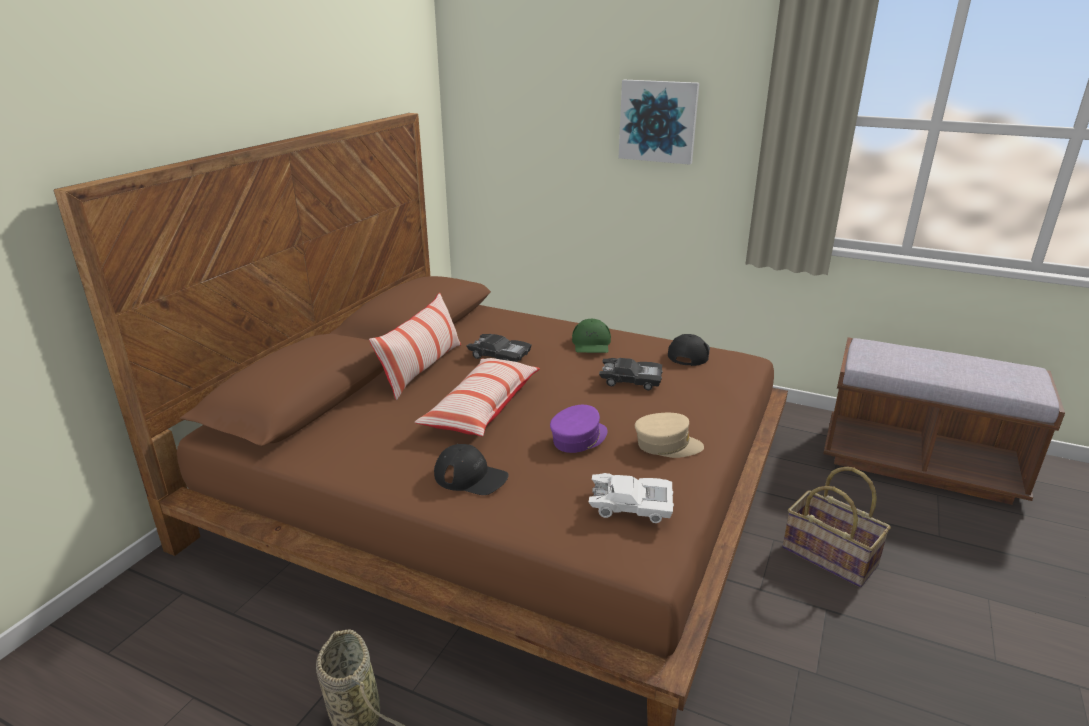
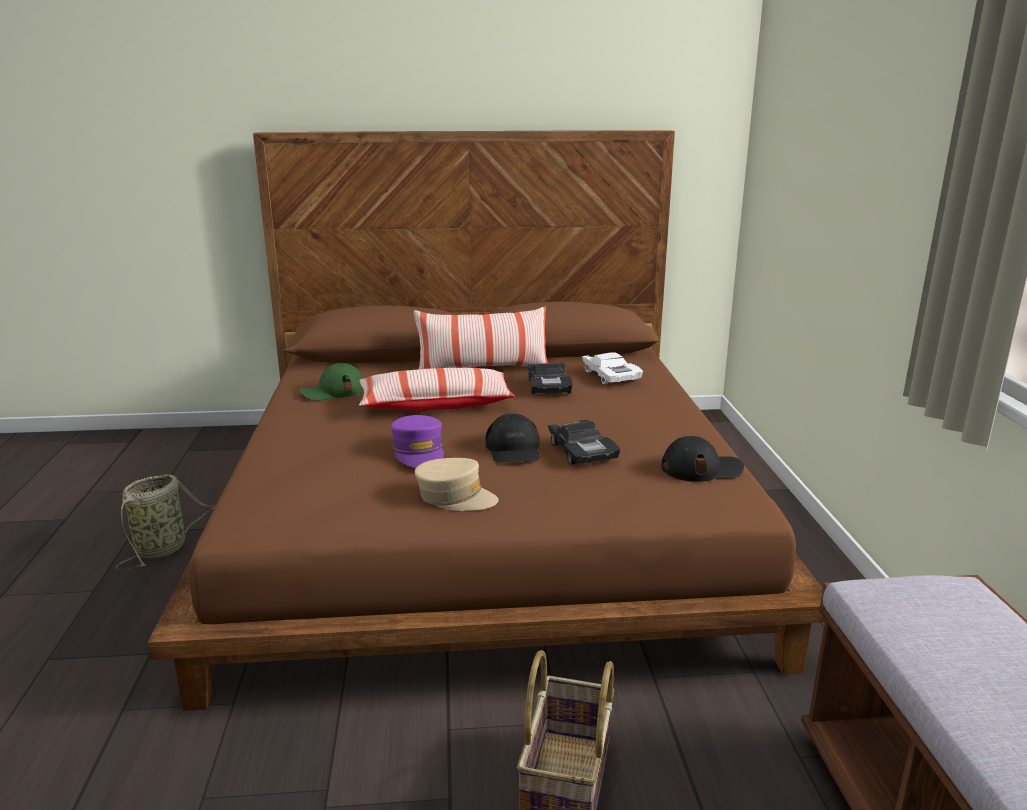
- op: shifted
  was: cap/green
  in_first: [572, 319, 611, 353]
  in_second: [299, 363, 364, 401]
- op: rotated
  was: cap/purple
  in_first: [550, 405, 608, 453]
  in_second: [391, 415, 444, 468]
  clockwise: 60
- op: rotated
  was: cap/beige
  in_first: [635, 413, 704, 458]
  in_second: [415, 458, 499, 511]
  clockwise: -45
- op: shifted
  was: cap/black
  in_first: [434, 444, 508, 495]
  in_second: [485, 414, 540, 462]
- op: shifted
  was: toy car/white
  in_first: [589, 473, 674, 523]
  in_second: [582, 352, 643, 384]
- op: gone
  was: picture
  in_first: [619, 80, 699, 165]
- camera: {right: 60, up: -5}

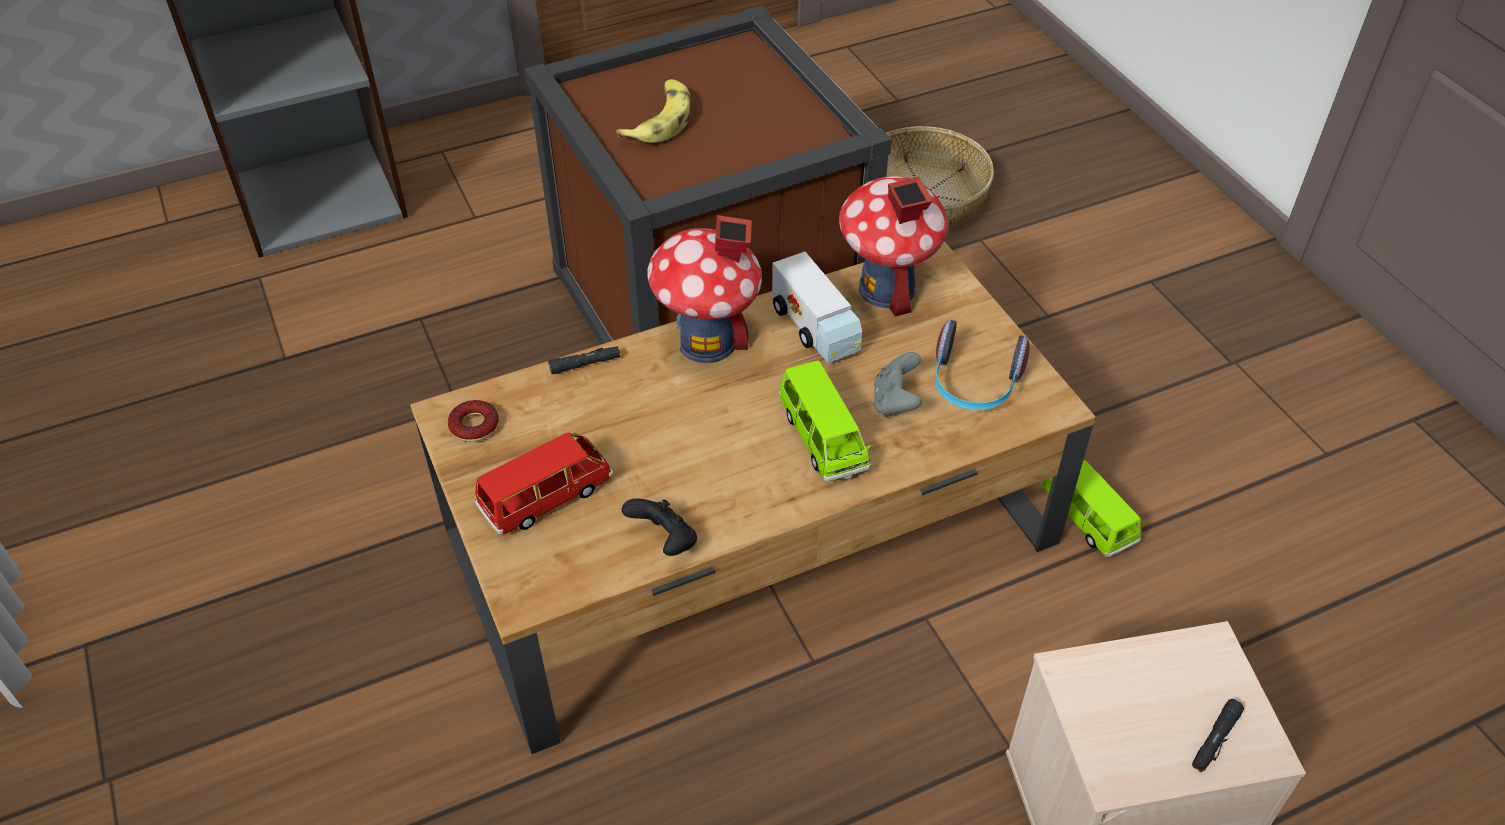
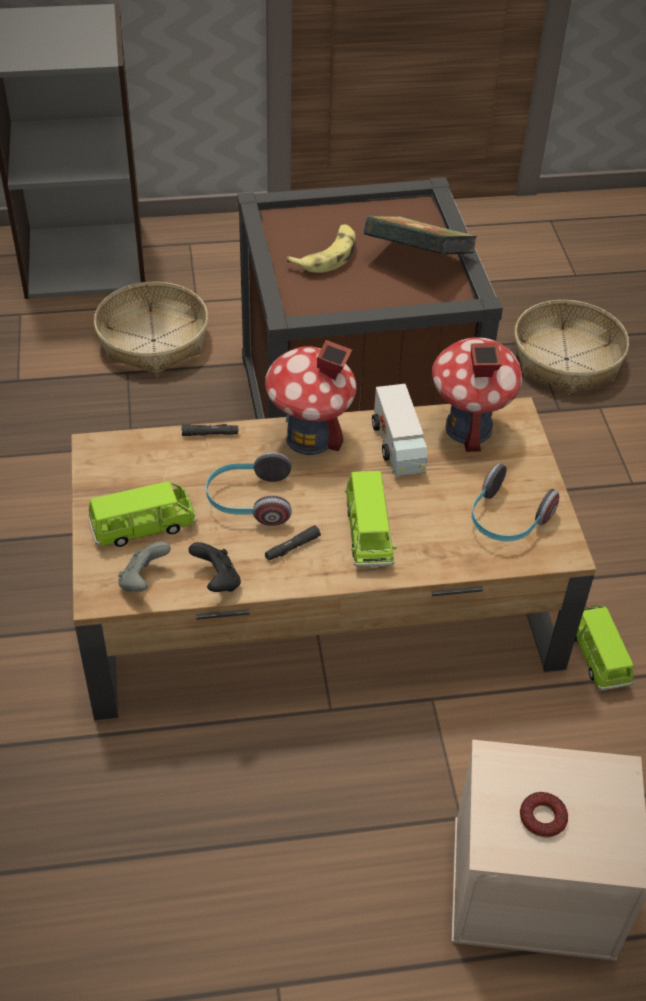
- op: repainted
  was: toy car/red
  now: toy car/green
  in_first: [475, 433, 613, 535]
  in_second: [88, 481, 197, 547]
- op: new
  now: basket
  in_second: [94, 282, 208, 375]
- op: shifted
  was: game controller/grey
  in_first: [874, 352, 922, 417]
  in_second: [118, 541, 171, 592]
- op: new
  now: headphones
  in_second: [206, 452, 292, 526]
- op: shifted
  was: flashlight/black
  in_first: [1192, 699, 1244, 772]
  in_second: [265, 525, 321, 561]
- op: new
  now: book
  in_second: [364, 215, 477, 254]
- op: shifted
  was: donut
  in_first: [448, 400, 499, 442]
  in_second: [520, 792, 568, 838]
- camera: {right: 15, up: 0}

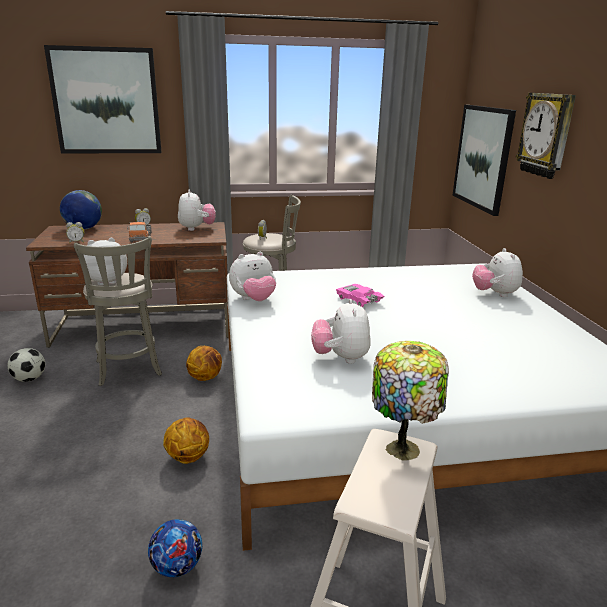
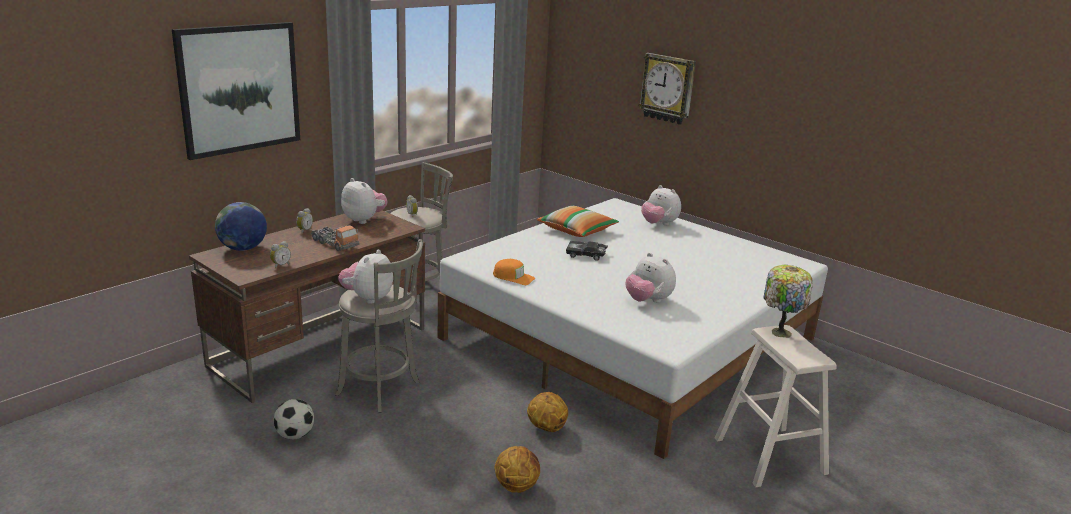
- op: swapped
  was: plush toy
  now: cap/orange
  in_first: [229, 252, 276, 301]
  in_second: [493, 259, 535, 285]
- op: shifted
  was: basketball
  in_first: [186, 346, 222, 381]
  in_second: [494, 446, 540, 493]
- op: new
  now: pillow
  in_second: [537, 206, 619, 237]
- op: repainted
  was: toy car/pink
  now: toy car/black
  in_first: [336, 284, 384, 307]
  in_second: [566, 241, 608, 261]
- op: gone
  was: football
  in_first: [148, 519, 202, 577]
- op: gone
  was: picture
  in_first: [453, 105, 516, 216]
- camera: {right: -40, up: 0}

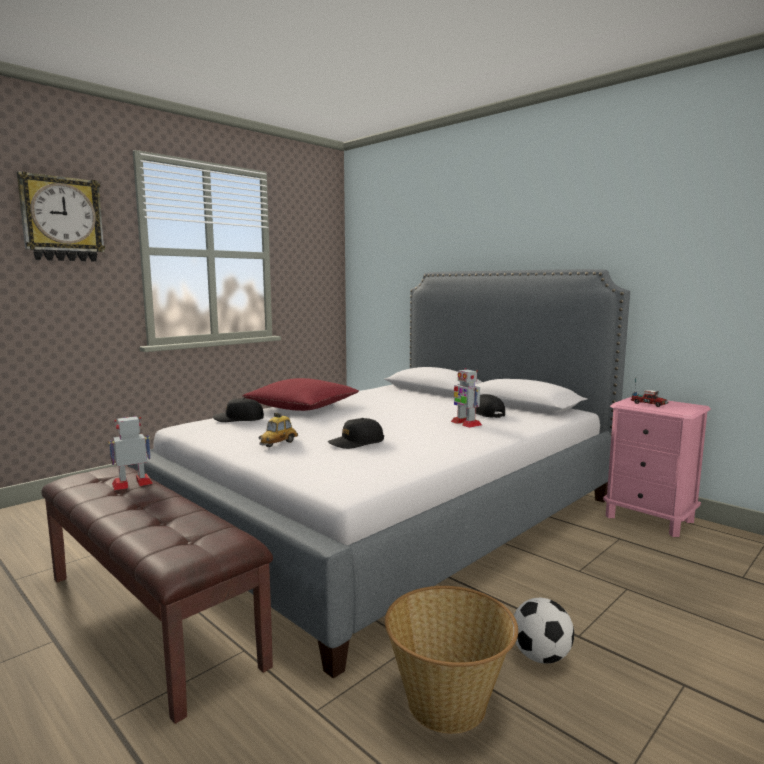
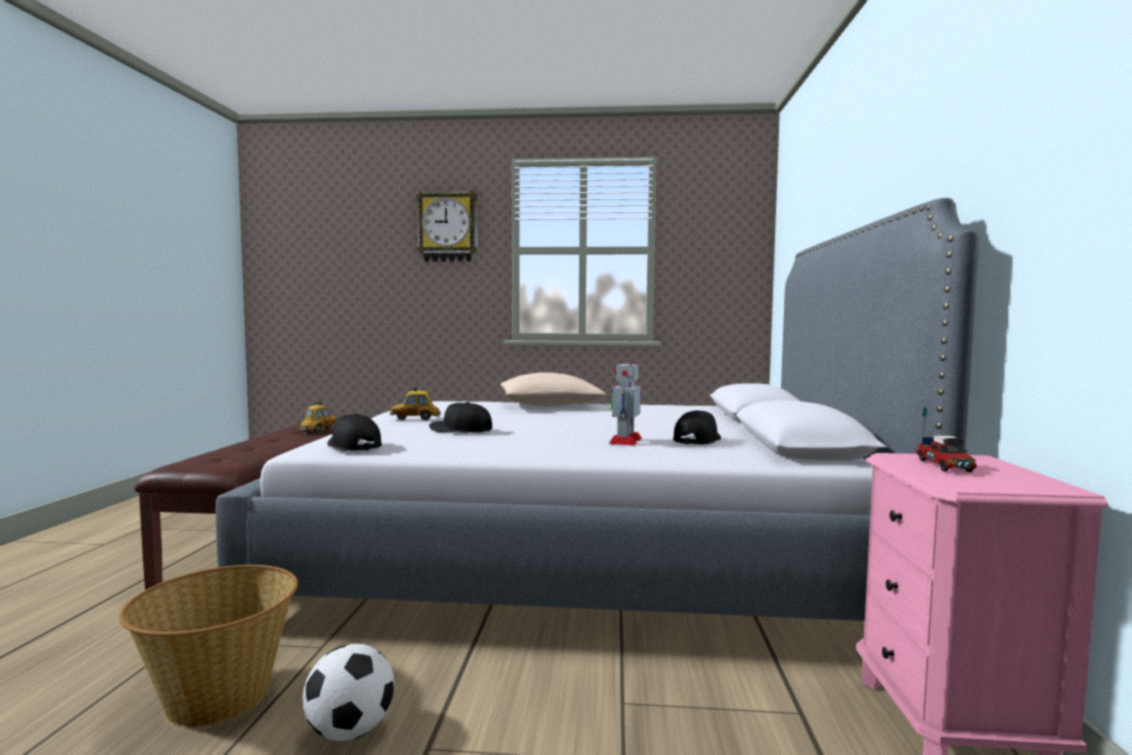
- op: swapped
  was: toy robot
  now: toy car
  in_first: [108, 416, 153, 490]
  in_second: [299, 401, 338, 433]
- op: shifted
  was: cap/black
  in_first: [213, 398, 264, 422]
  in_second: [327, 414, 382, 451]
- op: repainted
  was: pillow/red
  now: pillow/beige
  in_first: [243, 378, 359, 411]
  in_second: [500, 372, 606, 407]
- camera: {right: 50, up: -5}

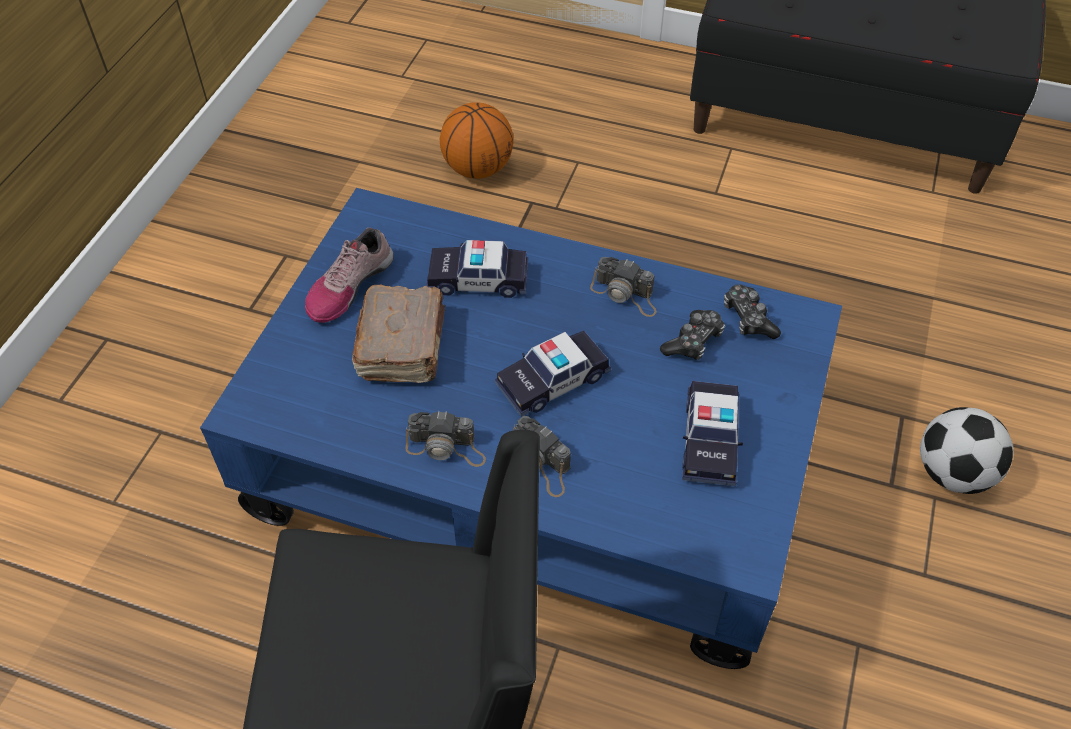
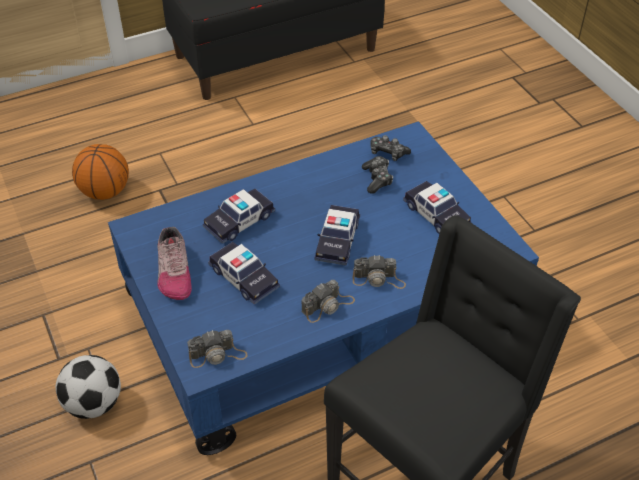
- op: shifted
  was: football
  in_first: [920, 407, 1013, 494]
  in_second: [56, 355, 121, 419]
- op: shifted
  was: photo camera
  in_first: [590, 257, 657, 317]
  in_second: [187, 330, 248, 368]
- op: swapped
  was: book/brown
  now: toy car
  in_first: [352, 284, 445, 383]
  in_second: [208, 242, 280, 304]
- camera: {right: -45, up: -5}

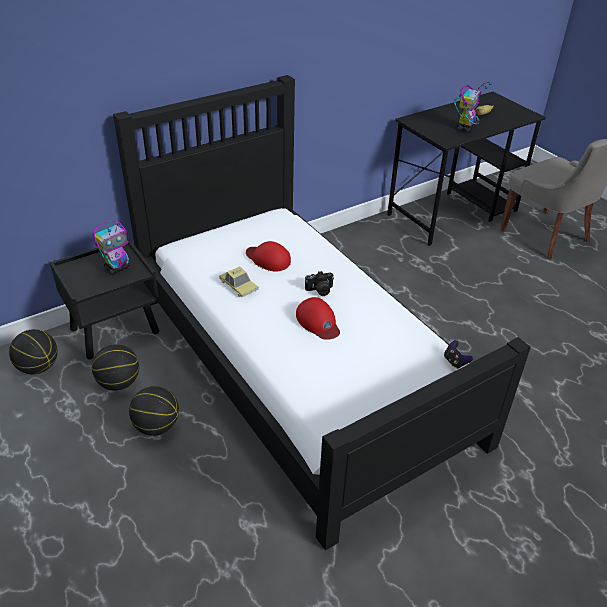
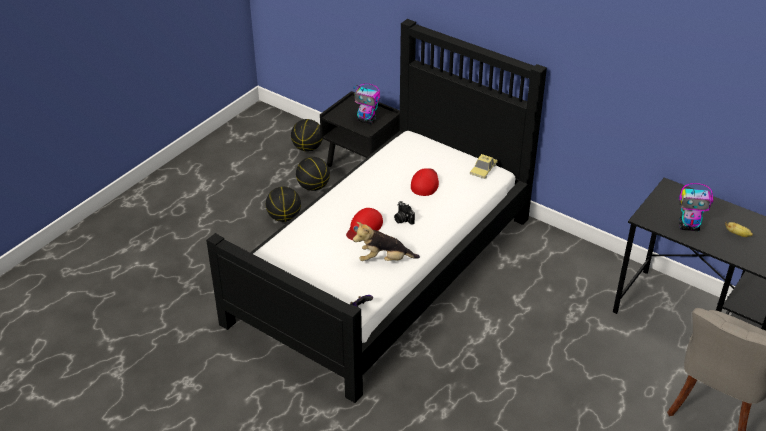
- op: new
  now: plush toy
  in_second: [353, 222, 420, 261]
- op: shifted
  was: toy car
  in_first: [219, 266, 258, 297]
  in_second: [470, 154, 498, 179]
- camera: {right: 70, up: 0}

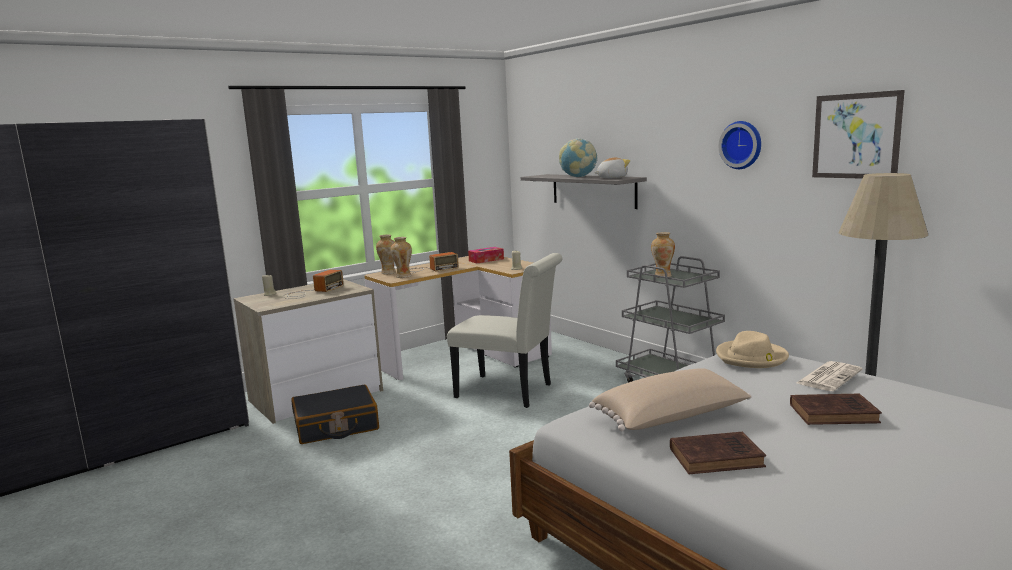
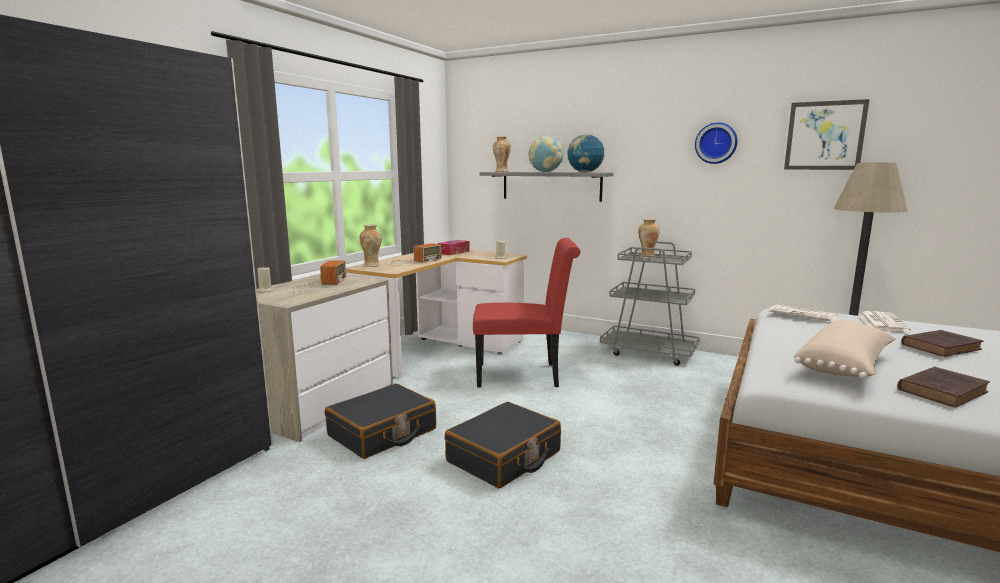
- op: new
  now: suitcase/black
  in_second: [445, 402, 561, 488]
- op: repainted
  was: chair/white
  now: chair/red
  in_first: [447, 253, 562, 408]
  in_second: [473, 238, 580, 388]
- op: shifted
  was: vase
  in_first: [390, 237, 412, 278]
  in_second: [493, 137, 511, 172]
- op: swapped
  was: plush toy
  now: globe
  in_first: [594, 157, 630, 178]
  in_second: [567, 134, 604, 173]
- op: swapped
  was: hat/beige
  now: newspaper
  in_first: [716, 331, 789, 368]
  in_second: [769, 305, 837, 321]
- camera: {right: -25, up: 0}

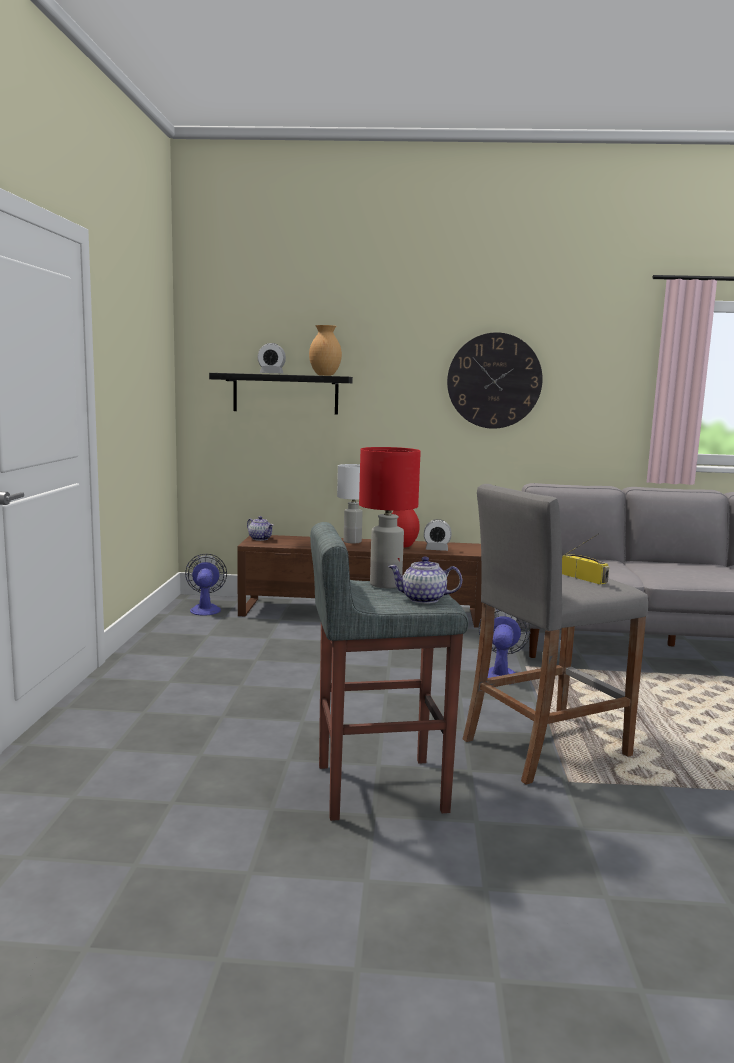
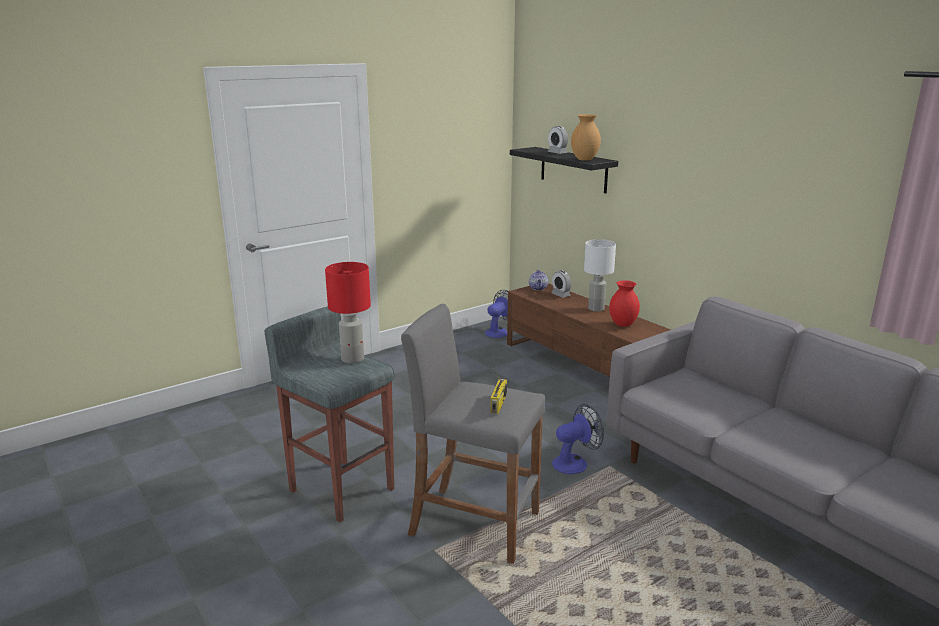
- op: shifted
  was: alarm clock
  in_first: [424, 519, 452, 551]
  in_second: [551, 270, 571, 298]
- op: gone
  was: teapot
  in_first: [388, 557, 462, 604]
- op: gone
  was: wall clock
  in_first: [447, 332, 543, 429]
- camera: {right: 50, up: 10}

